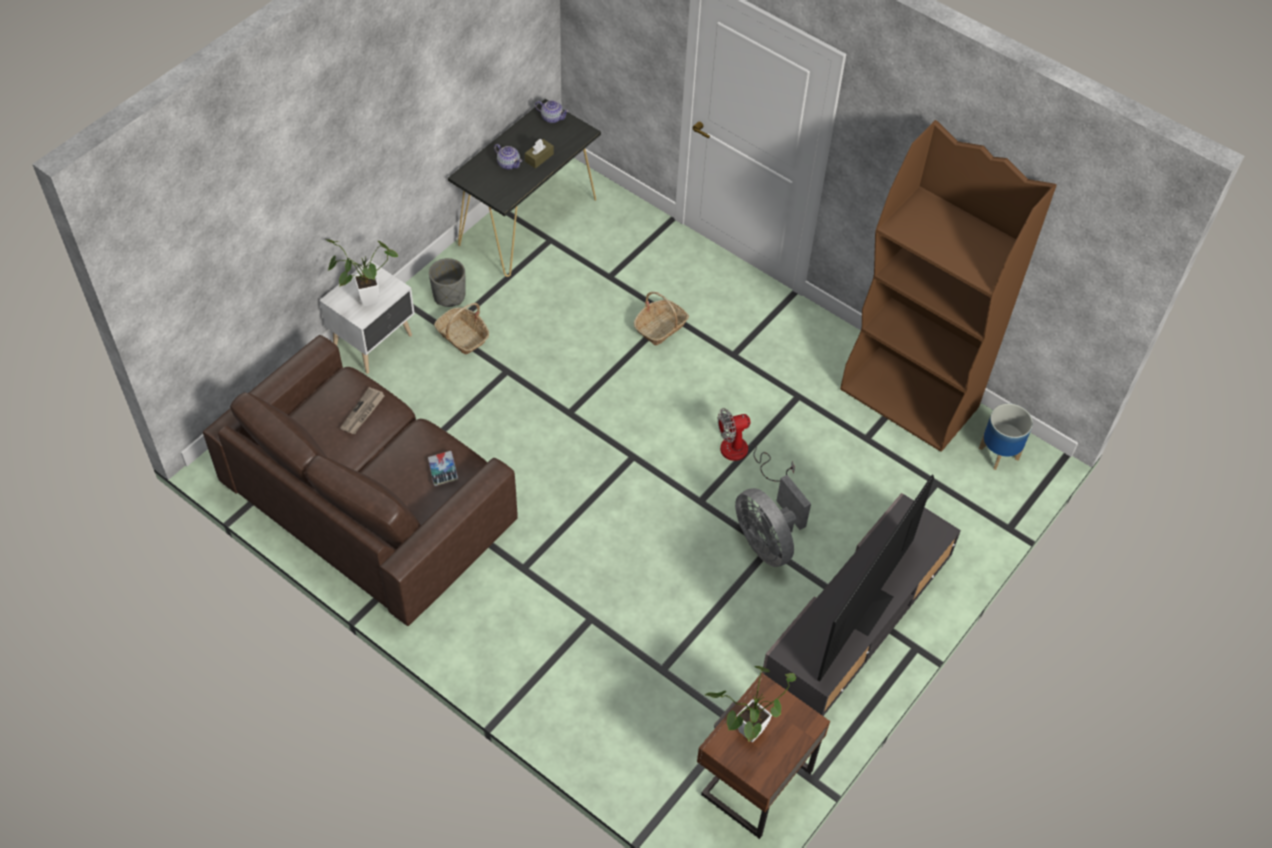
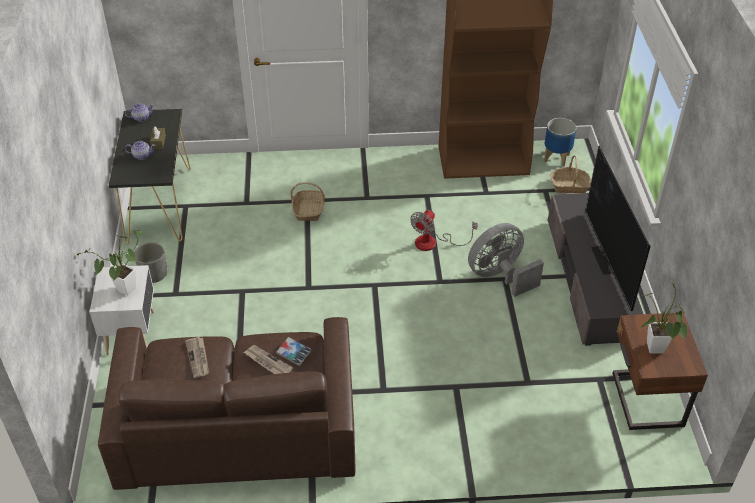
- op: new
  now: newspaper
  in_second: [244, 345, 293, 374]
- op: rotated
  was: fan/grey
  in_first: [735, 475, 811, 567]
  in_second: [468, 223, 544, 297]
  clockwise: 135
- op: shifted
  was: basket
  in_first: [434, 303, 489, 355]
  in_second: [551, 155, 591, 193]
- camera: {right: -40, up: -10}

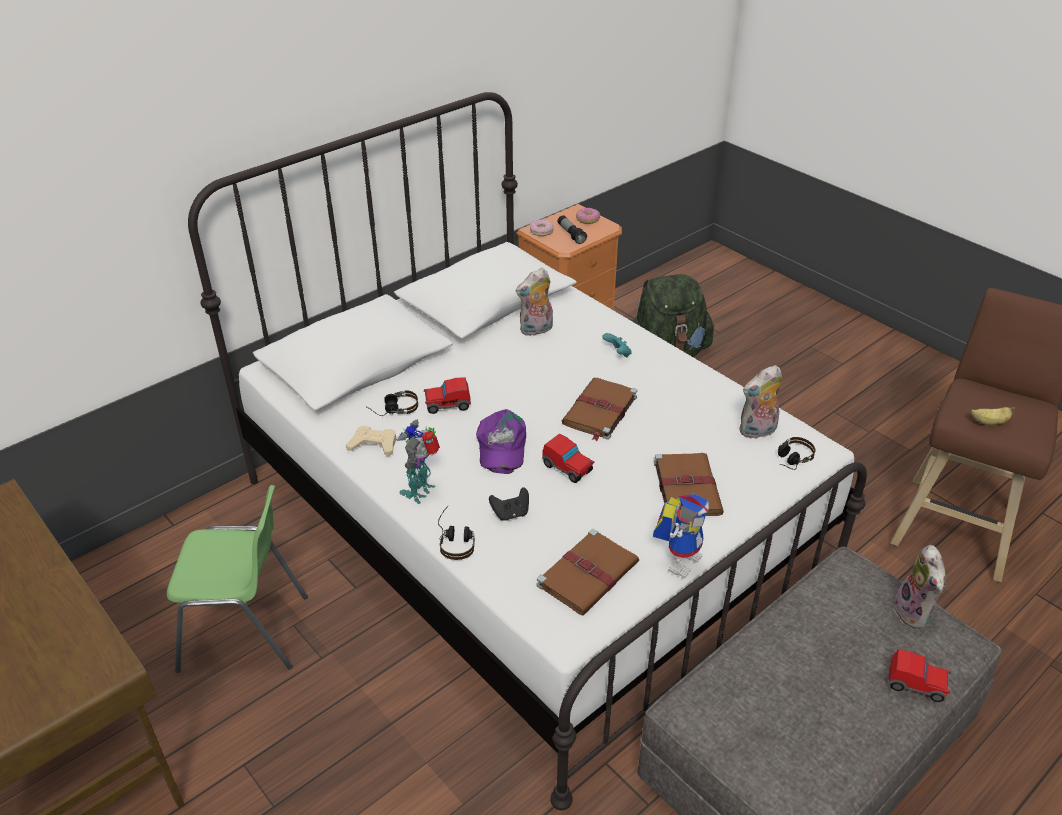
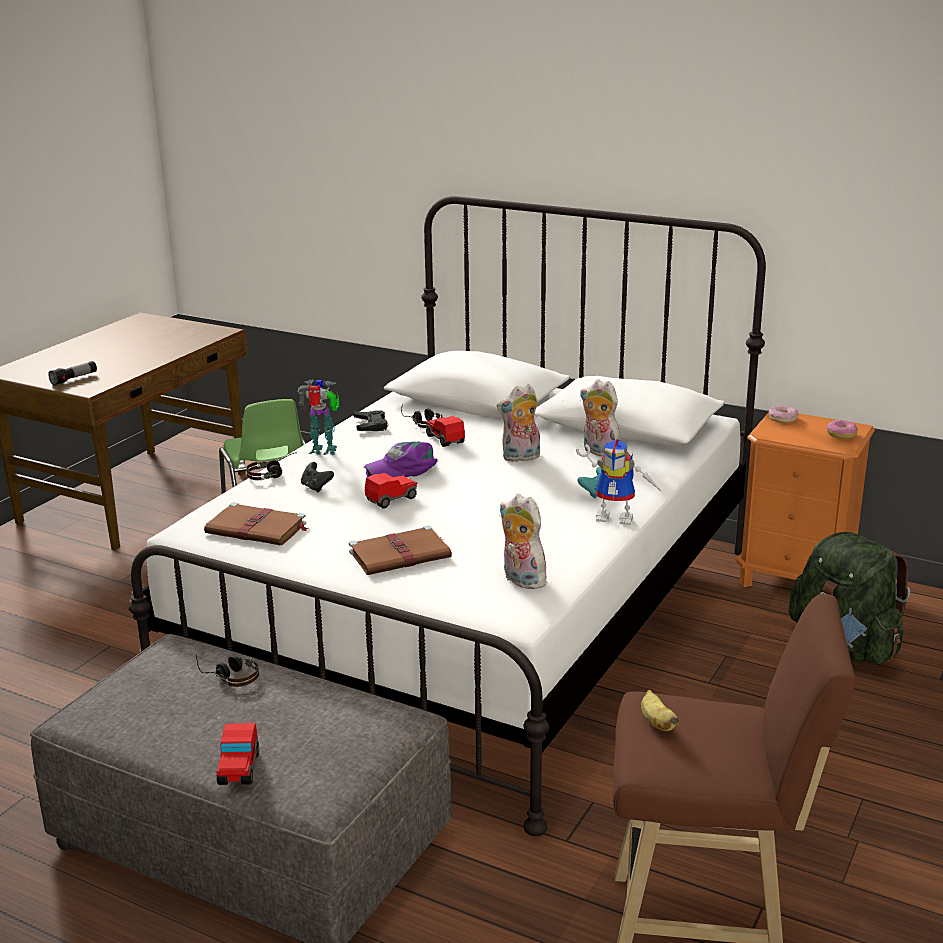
- op: shifted
  was: flashlight
  in_first: [557, 215, 587, 244]
  in_second: [48, 361, 97, 386]
- op: shifted
  was: headphones
  in_first: [778, 437, 815, 470]
  in_second: [196, 654, 259, 687]
- op: repainted
  was: game controller/beige
  now: game controller/black
  in_first: [346, 426, 397, 456]
  in_second: [353, 410, 388, 431]
- op: rotated
  was: toy car
  in_first: [542, 434, 595, 483]
  in_second: [365, 473, 418, 508]
  clockwise: -150
- op: shifted
  was: plush toy
  in_first: [894, 545, 946, 628]
  in_second: [497, 384, 540, 462]
- op: shifted
  was: toy robot
  in_first: [653, 493, 709, 578]
  in_second: [576, 439, 663, 525]
- op: gone
  was: book/brown
  in_first: [562, 378, 637, 441]
- camera: {right: 70, up: -15}

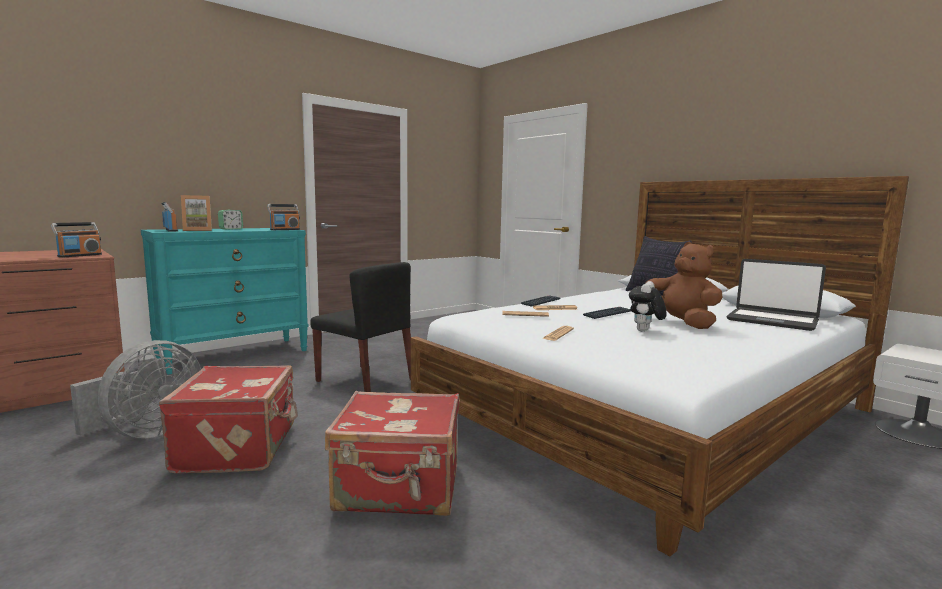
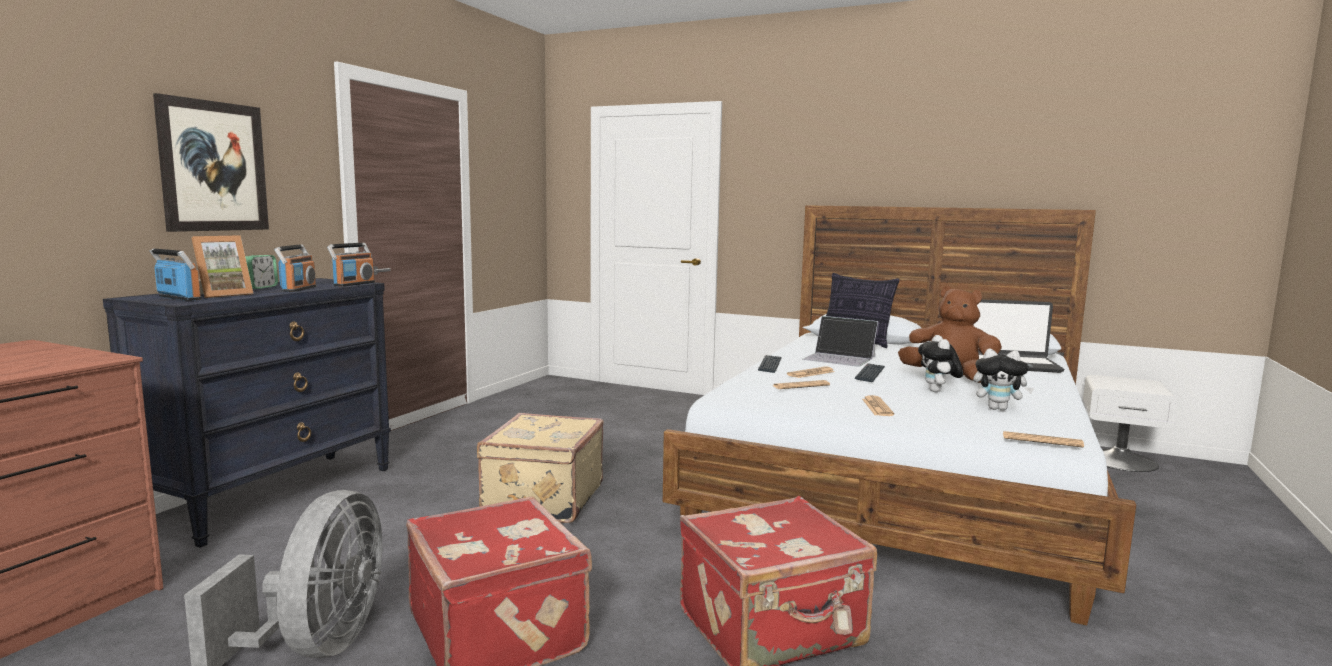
- op: repainted
  was: dresser/turquoise
  now: dresser/black
  in_first: [141, 228, 309, 375]
  in_second: [103, 278, 391, 548]
- op: new
  now: picture
  in_second: [153, 93, 269, 232]
- op: shifted
  was: radio
  in_first: [51, 222, 102, 257]
  in_second: [274, 244, 316, 292]
- op: swapped
  was: chair/black
  now: suitcase/beige
  in_first: [310, 262, 411, 392]
  in_second: [477, 413, 604, 523]
- op: new
  now: laptop
  in_second: [803, 316, 878, 367]
- op: new
  now: plush toy
  in_second: [973, 349, 1034, 411]
- op: new
  now: newspaper
  in_second: [1003, 431, 1084, 448]
- camera: {right: -25, up: 0}

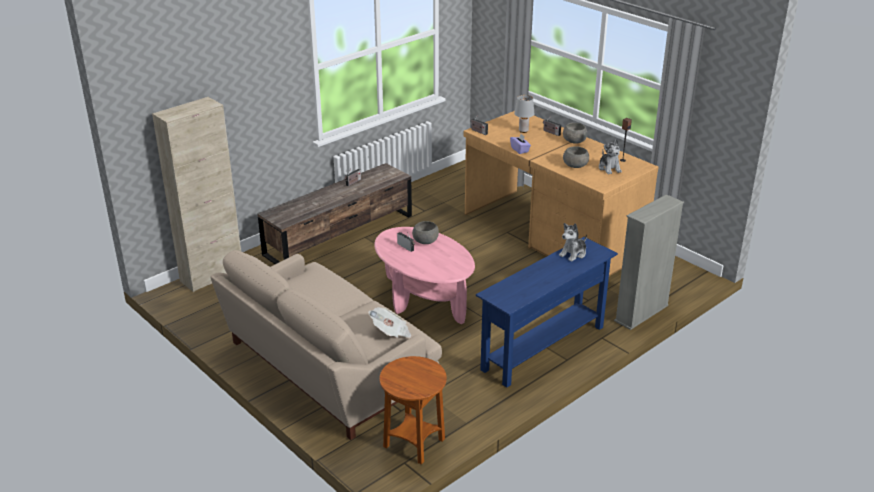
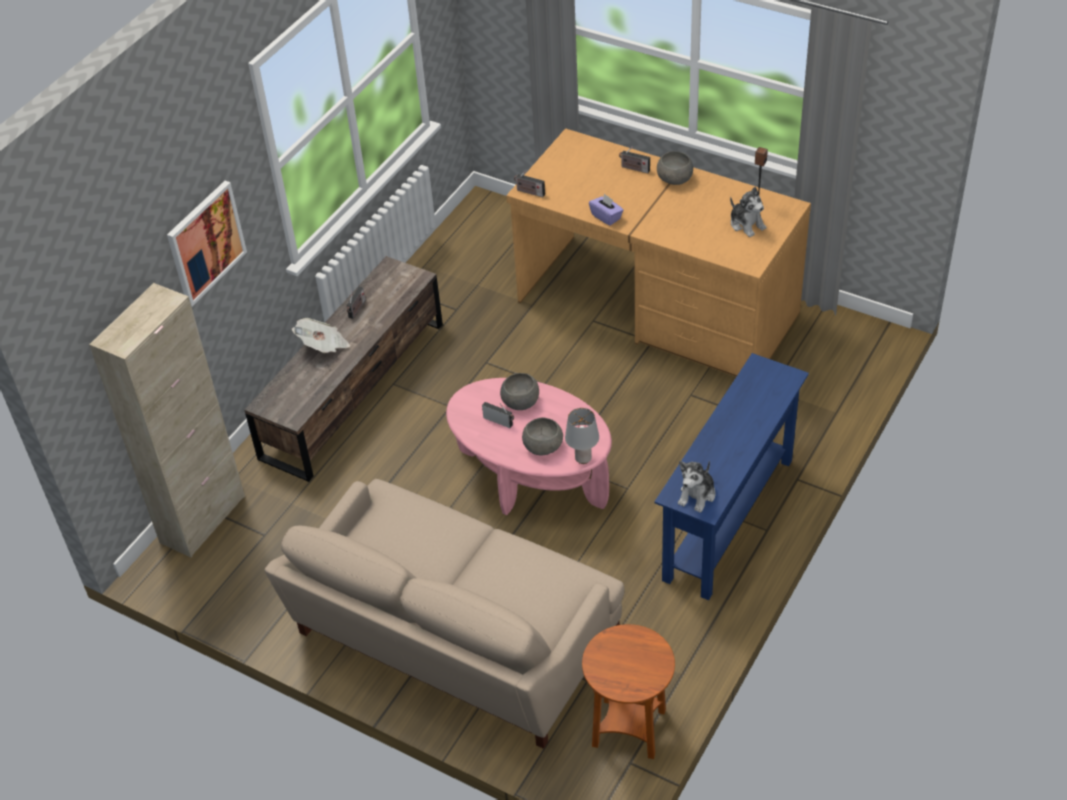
- op: new
  now: picture
  in_second: [167, 181, 247, 307]
- op: shifted
  was: newspaper
  in_first: [368, 307, 412, 338]
  in_second: [292, 318, 350, 353]
- op: shifted
  was: bowl/grey
  in_first: [563, 146, 589, 168]
  in_second: [522, 418, 563, 455]
- op: shifted
  was: table lamp/grey
  in_first: [514, 95, 534, 133]
  in_second: [565, 408, 599, 464]
- op: shifted
  was: plush toy
  in_first: [559, 223, 587, 262]
  in_second: [678, 460, 715, 513]
- op: gone
  was: bookcase/grey
  in_first: [614, 194, 684, 330]
- camera: {right: -15, up: 15}

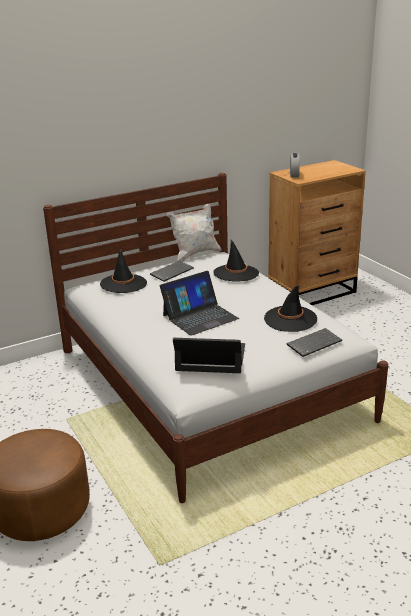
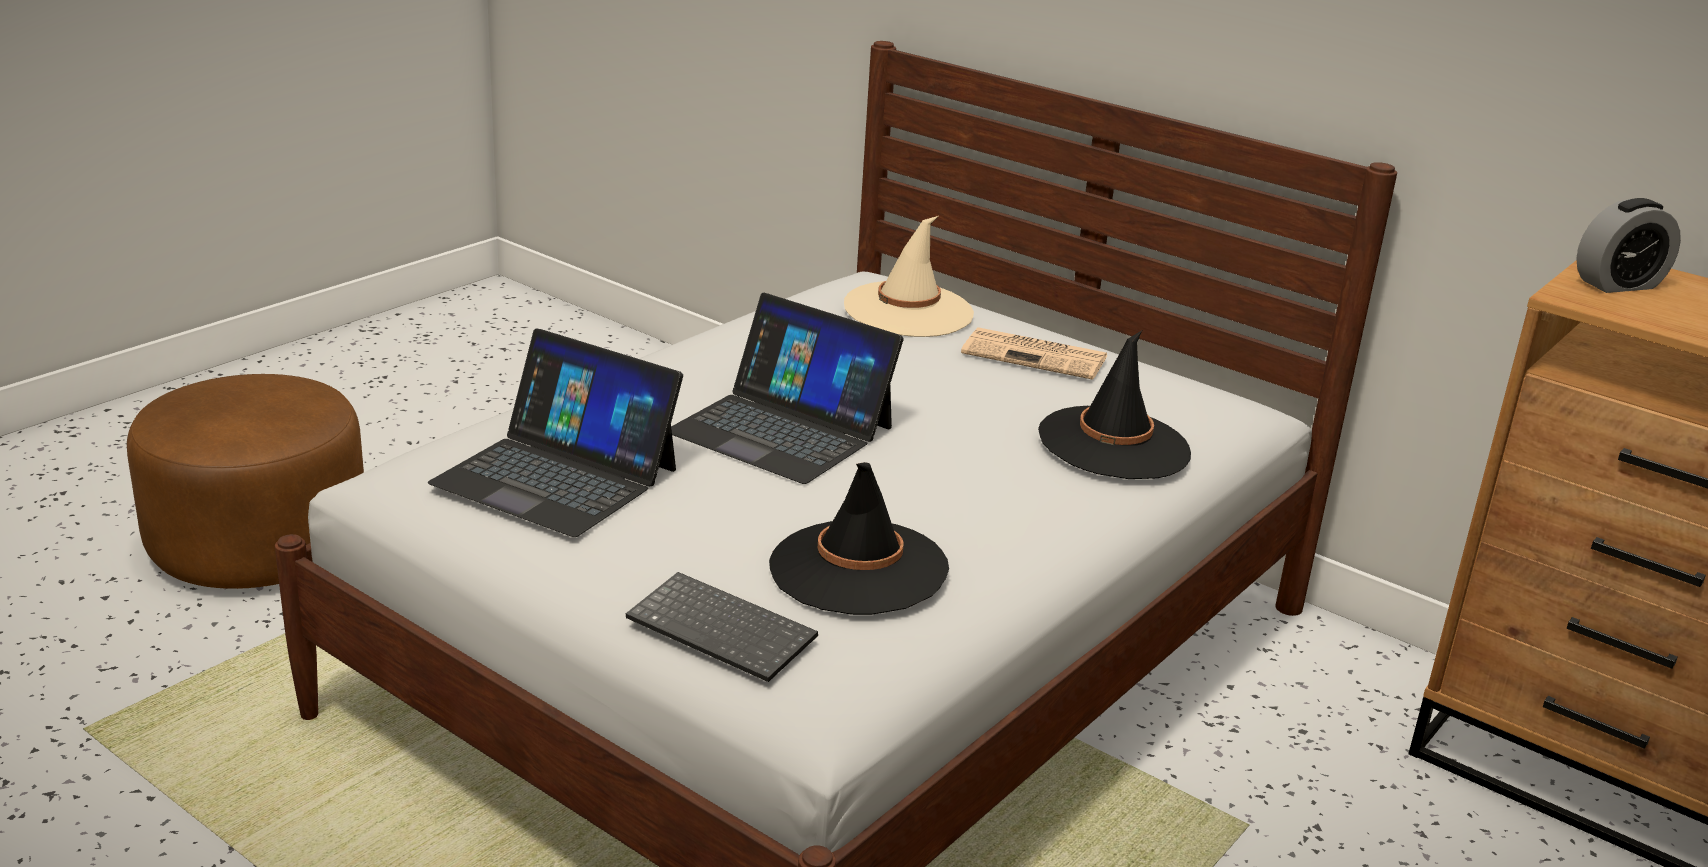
- op: rotated
  was: laptop
  in_first: [173, 338, 245, 373]
  in_second: [428, 329, 683, 537]
  clockwise: 135
- op: repainted
  was: hat/black
  now: hat/beige
  in_first: [100, 248, 147, 293]
  in_second: [844, 216, 974, 337]
- op: swapped
  was: keyboard
  now: newspaper
  in_first: [150, 261, 194, 282]
  in_second: [961, 327, 1107, 380]
- op: gone
  was: pillow/white
  in_first: [167, 203, 221, 262]
- camera: {right: 65, up: 0}

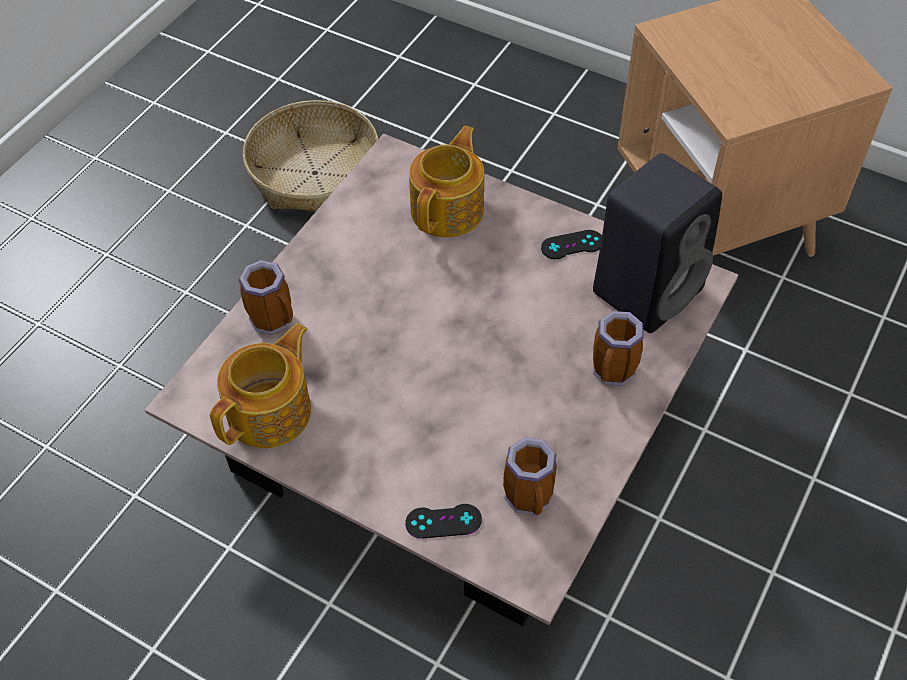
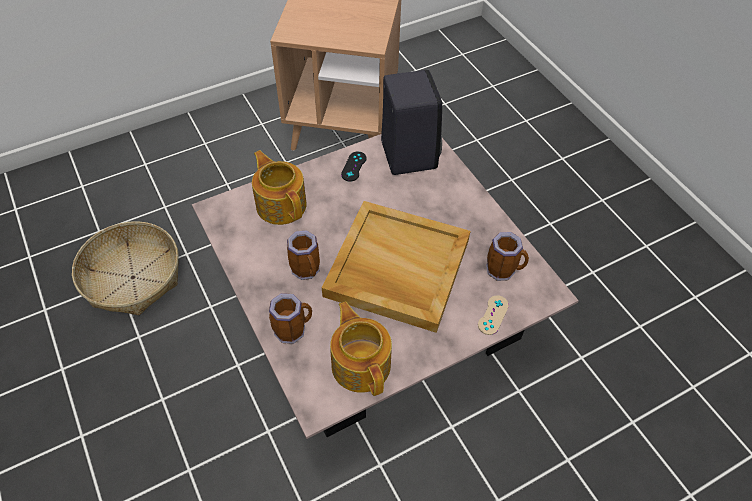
- op: shifted
  was: mug
  in_first: [593, 311, 643, 386]
  in_second: [287, 230, 320, 280]
- op: new
  now: tray/beige
  in_second: [322, 201, 471, 333]
- op: repainted
  was: game controller/black
  now: game controller/beige
  in_first: [405, 504, 482, 539]
  in_second: [478, 295, 509, 335]
- camera: {right: -60, up: 0}

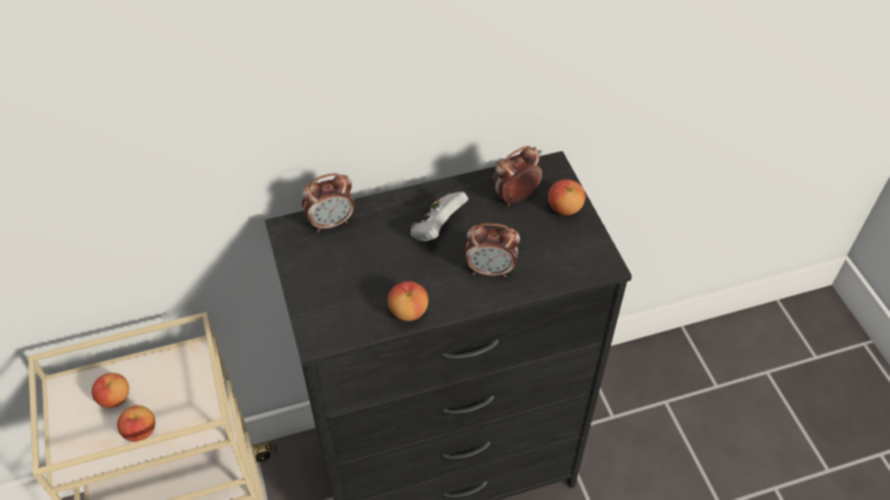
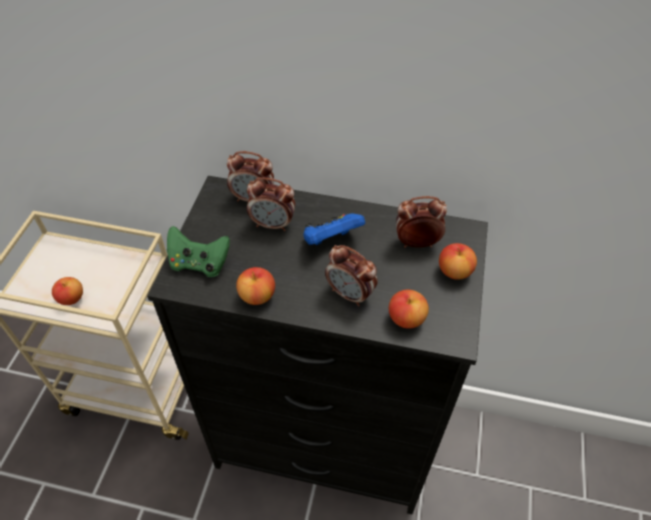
- op: new
  now: game controller/green
  in_second: [167, 226, 230, 277]
- op: new
  now: alarm clock
  in_second: [247, 177, 295, 231]
- op: repainted
  was: game controller/white
  now: game controller/blue
  in_first: [410, 191, 468, 242]
  in_second: [304, 214, 365, 246]
- op: shifted
  was: apple
  in_first: [92, 373, 129, 408]
  in_second: [389, 290, 429, 329]
- camera: {right: 30, up: 0}

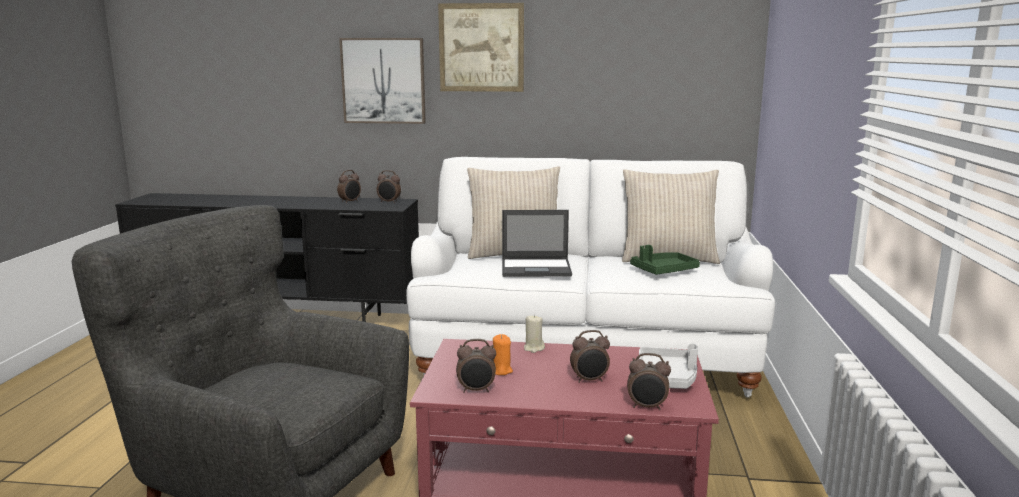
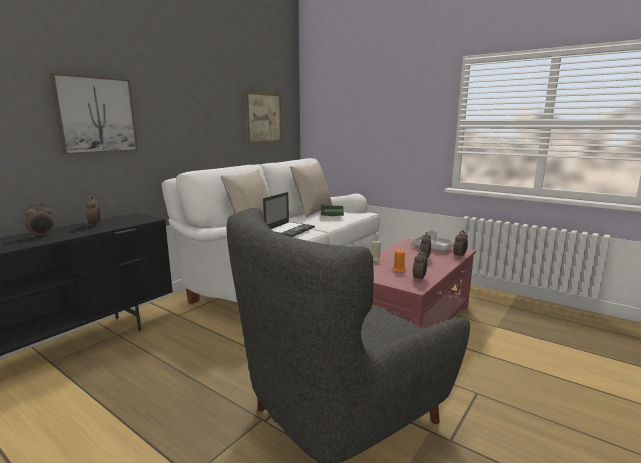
- op: shifted
  was: alarm clock
  in_first: [377, 170, 401, 203]
  in_second: [24, 204, 54, 238]
- op: shifted
  was: picture
  in_first: [438, 3, 524, 92]
  in_second: [244, 90, 283, 145]
- camera: {right: -60, up: 0}

